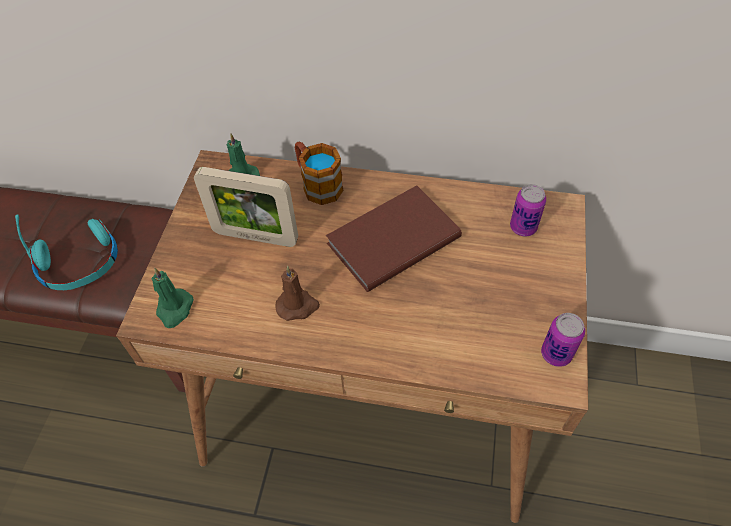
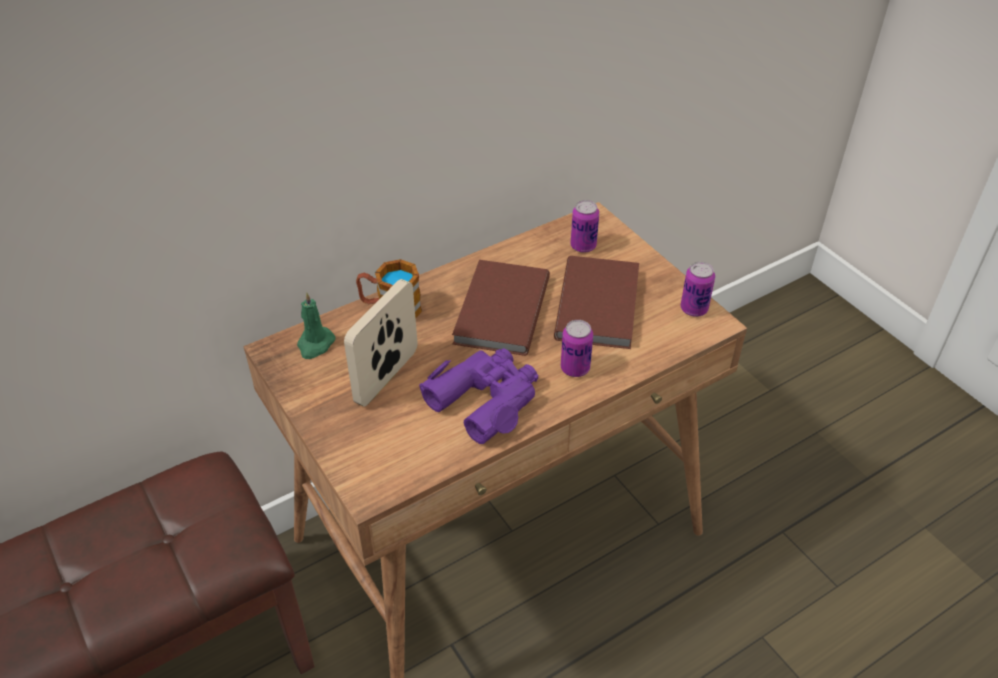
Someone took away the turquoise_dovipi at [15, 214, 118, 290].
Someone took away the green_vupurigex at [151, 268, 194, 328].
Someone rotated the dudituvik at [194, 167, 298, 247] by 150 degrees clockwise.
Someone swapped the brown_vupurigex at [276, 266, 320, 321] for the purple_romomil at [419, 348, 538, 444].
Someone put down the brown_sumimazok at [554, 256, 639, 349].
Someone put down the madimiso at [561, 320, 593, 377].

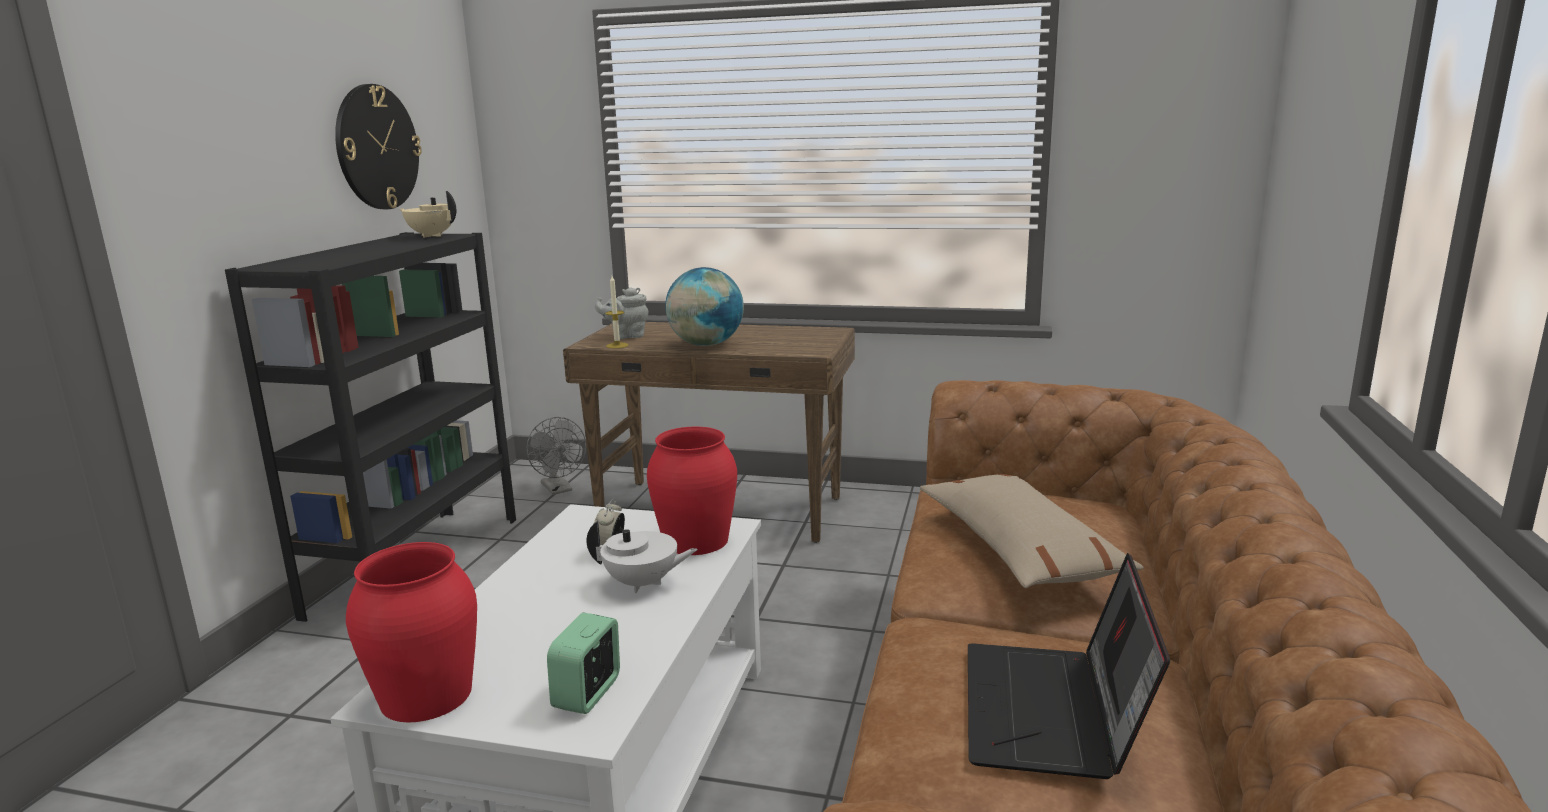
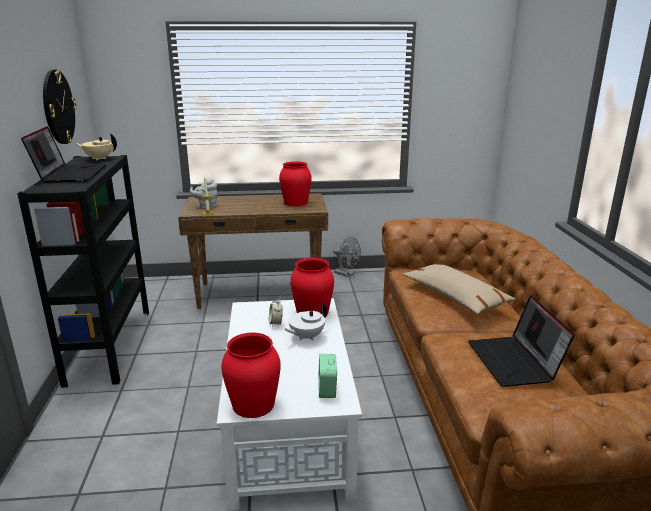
Someone carried the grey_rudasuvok from [526, 417, 586, 495] to [333, 237, 361, 277].
Someone rotated the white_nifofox at [586, 521, 698, 593] by 150 degrees clockwise.
Someone took away the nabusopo at [665, 267, 744, 346].
Someone put down the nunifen at [21, 126, 106, 183].
Someone put down the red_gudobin at [279, 161, 312, 206].

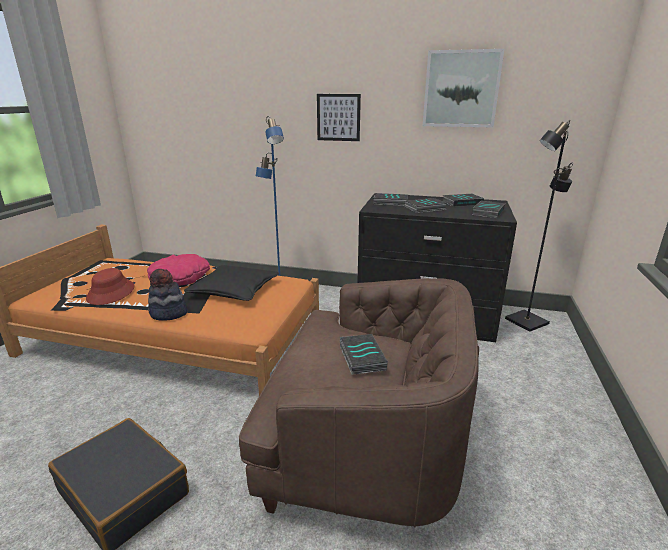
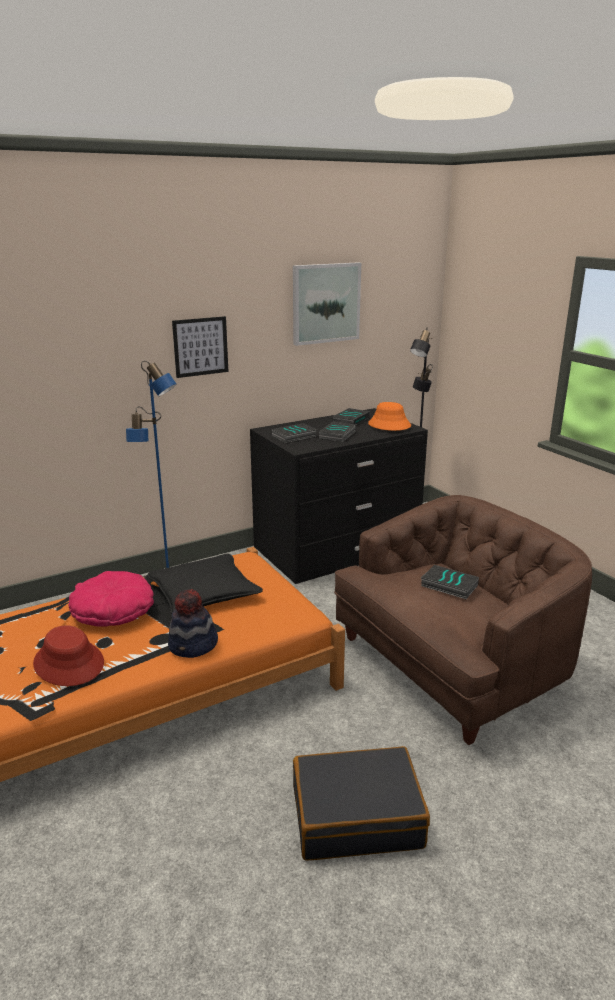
Someone swapped the sumimazok at [472, 201, 505, 218] for the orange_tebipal at [368, 402, 411, 431].

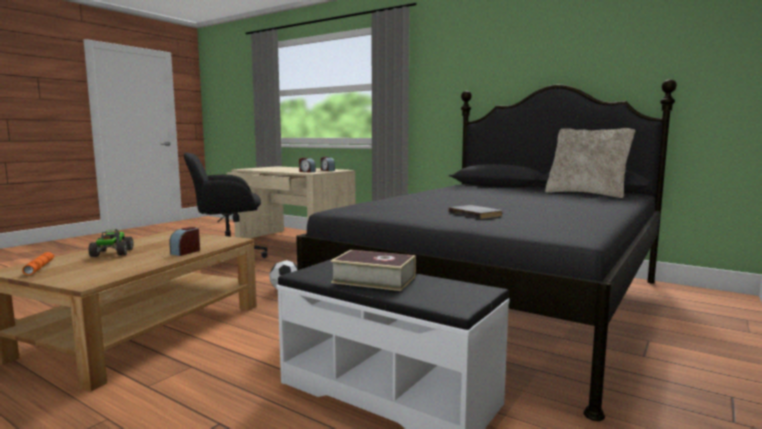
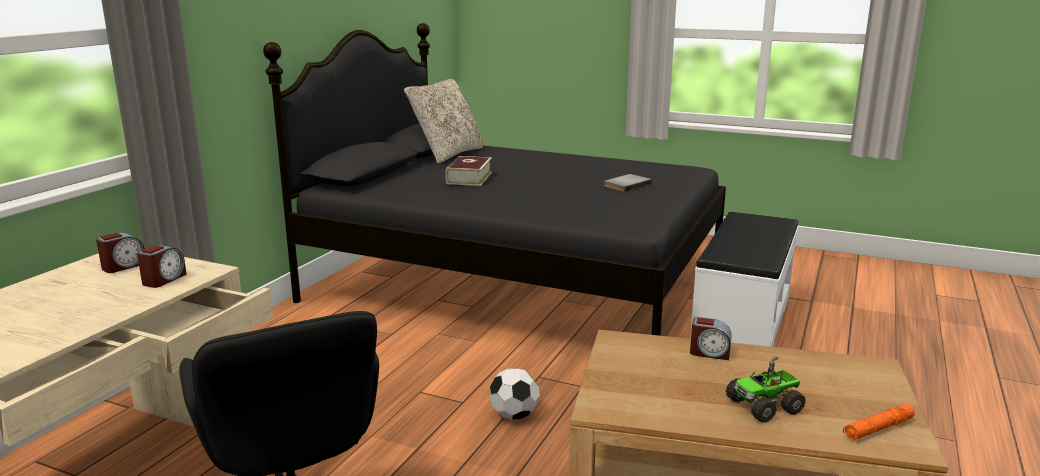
Someone carried the sumimazok from [331, 250, 416, 291] to [445, 156, 492, 186].

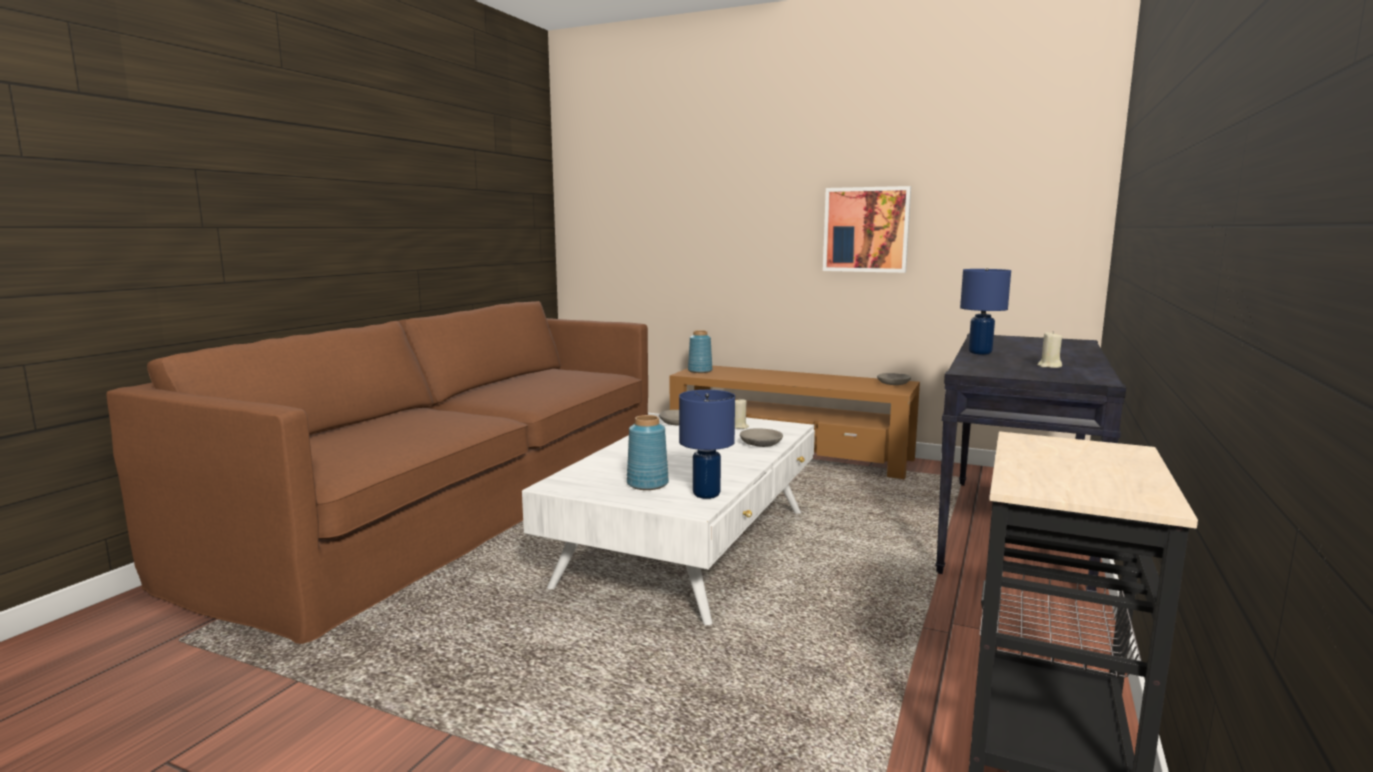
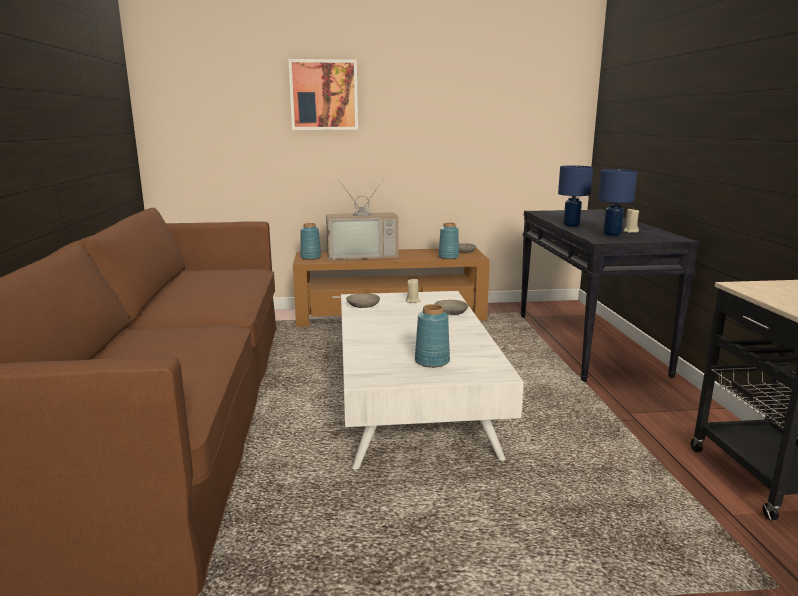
Someone carried the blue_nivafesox from [679, 390, 735, 499] to [598, 169, 638, 236].
Someone carried the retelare from [823, 186, 911, 273] to [288, 59, 358, 130].
Someone put down the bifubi at [326, 179, 398, 260].
Someone put down the blue_gudobin at [438, 223, 459, 259].

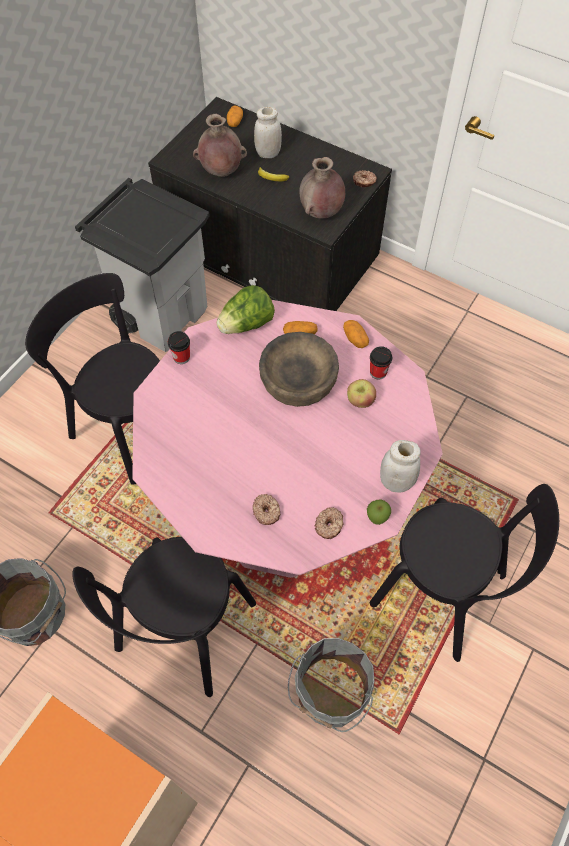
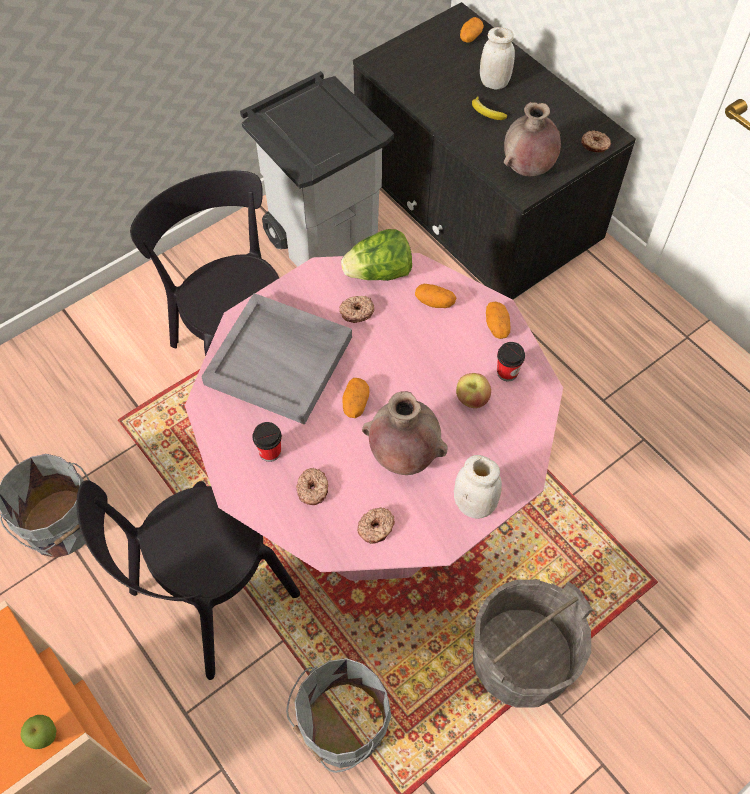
Someone carried the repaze from [168, 331, 190, 364] to [252, 422, 282, 462].
Someone carried the brown_gudobin from [193, 114, 247, 177] to [362, 391, 448, 475].
Someone took away the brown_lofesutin at [259, 332, 339, 407].
Someone carried the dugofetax from [367, 500, 391, 525] to [20, 715, 57, 749].
Someone swapped the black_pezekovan at [370, 484, 559, 662] for the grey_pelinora at [473, 580, 593, 707].
Someone put down the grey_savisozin at [201, 293, 352, 425].
Someone put down the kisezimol at [339, 296, 374, 323].
Someone put down the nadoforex at [342, 378, 369, 418].

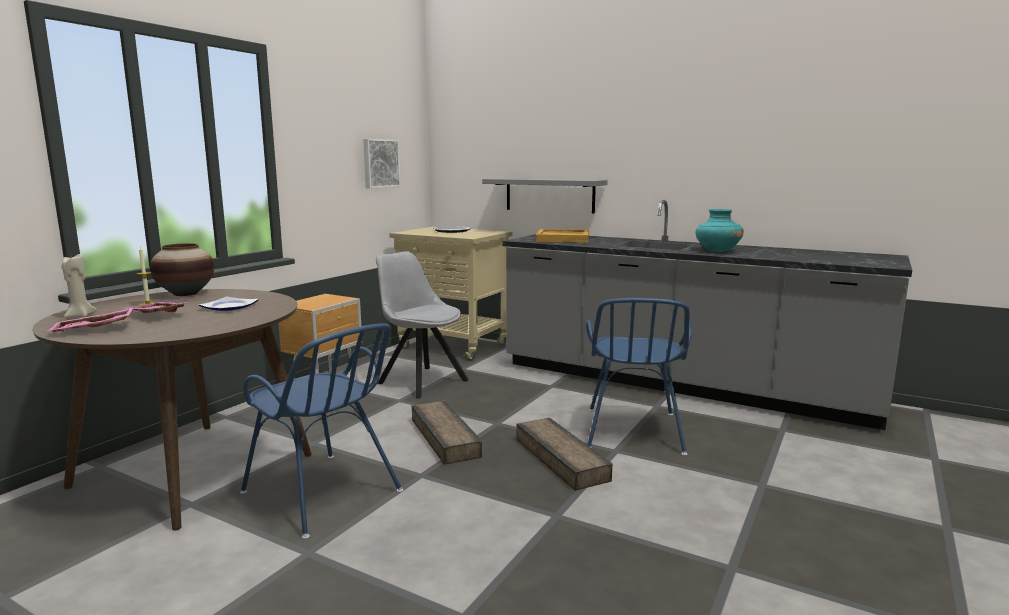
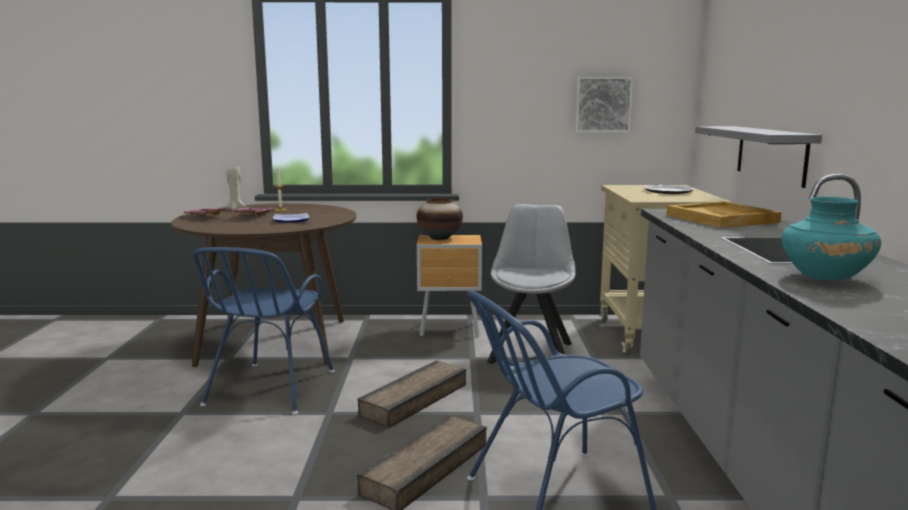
Someone carried the gudobin from [150, 243, 214, 296] to [416, 198, 463, 240].

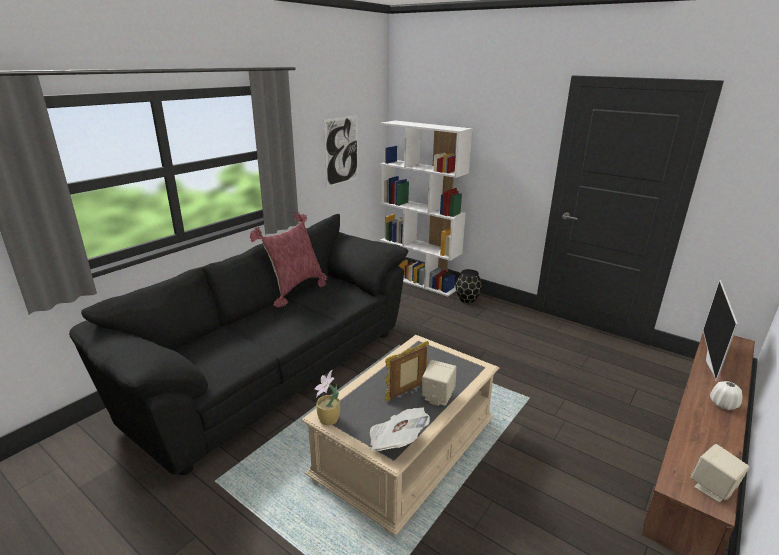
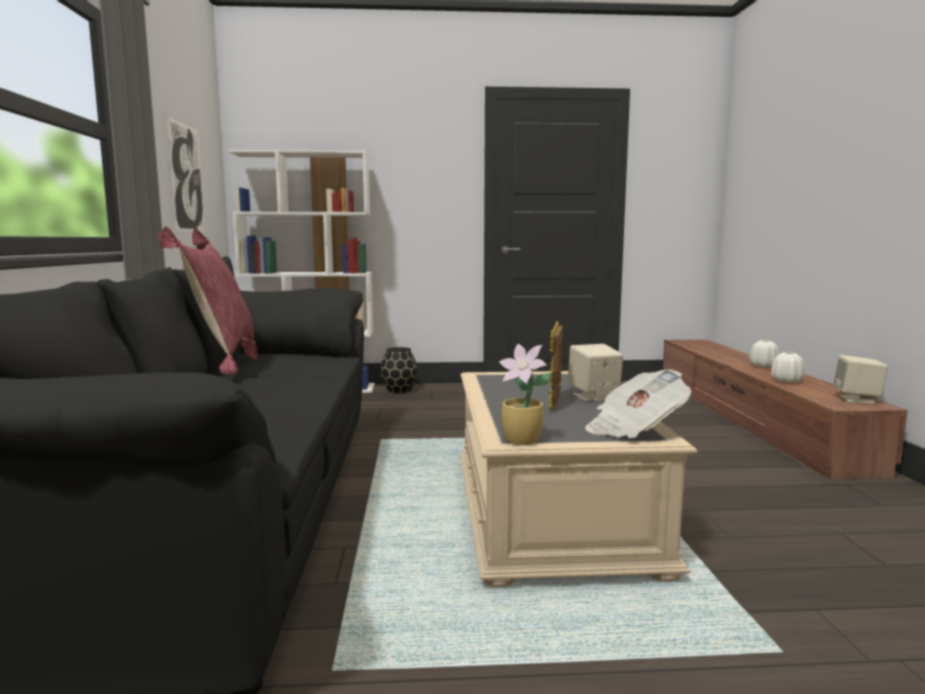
Someone took away the bifubi at [703, 280, 738, 382].
Someone put down the white_gudobin at [771, 352, 805, 383].

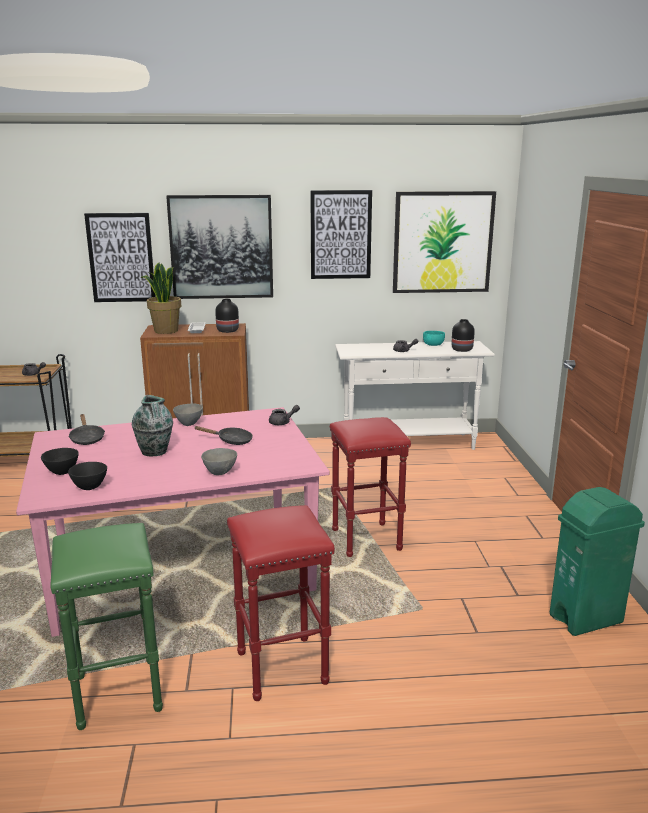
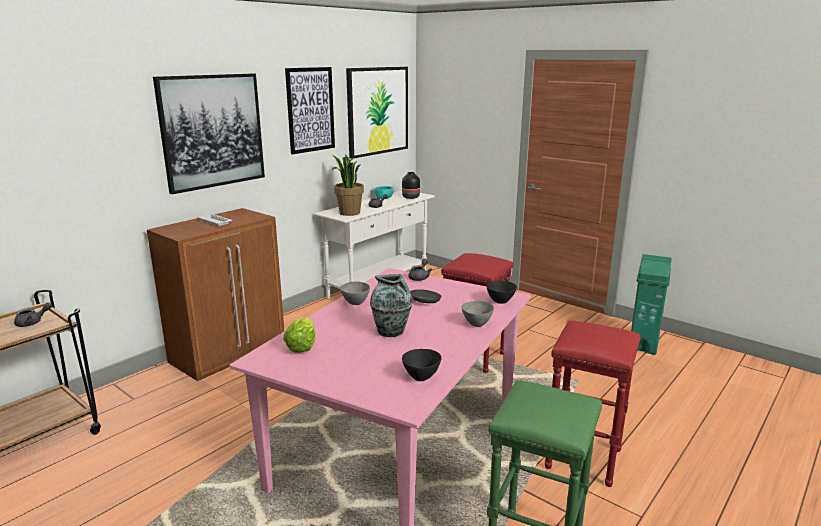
Someone carried the black_lofesutin from [41, 448, 79, 475] to [486, 281, 517, 304].
Someone swapped the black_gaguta at [68, 414, 105, 445] for the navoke at [283, 317, 316, 353].
Someone took away the retelare at [84, 213, 156, 302].
Someone carried the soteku from [141, 262, 181, 334] to [332, 154, 364, 216].
Someone took away the black_gudobin at [215, 299, 239, 333].

